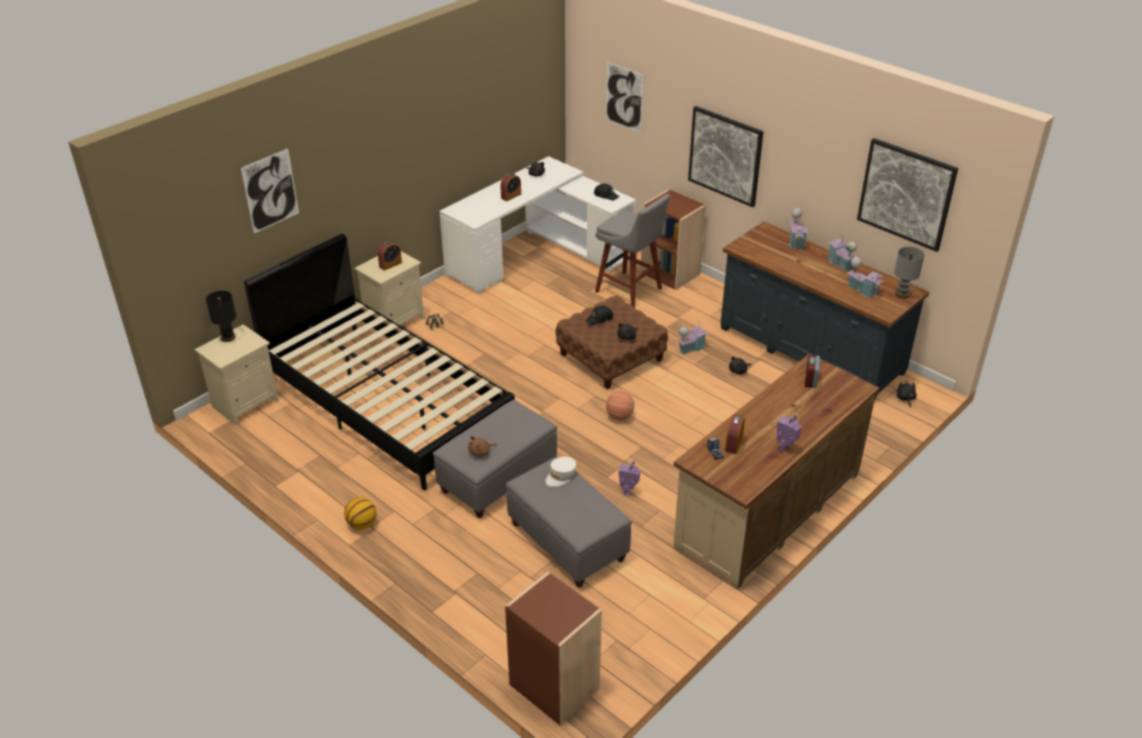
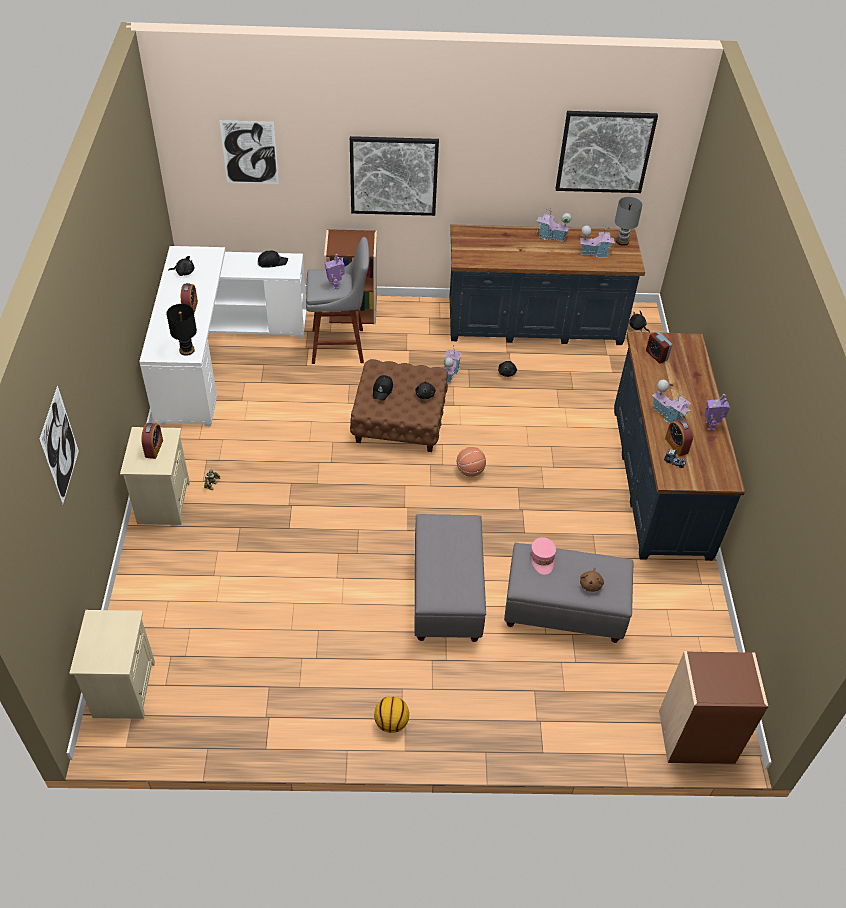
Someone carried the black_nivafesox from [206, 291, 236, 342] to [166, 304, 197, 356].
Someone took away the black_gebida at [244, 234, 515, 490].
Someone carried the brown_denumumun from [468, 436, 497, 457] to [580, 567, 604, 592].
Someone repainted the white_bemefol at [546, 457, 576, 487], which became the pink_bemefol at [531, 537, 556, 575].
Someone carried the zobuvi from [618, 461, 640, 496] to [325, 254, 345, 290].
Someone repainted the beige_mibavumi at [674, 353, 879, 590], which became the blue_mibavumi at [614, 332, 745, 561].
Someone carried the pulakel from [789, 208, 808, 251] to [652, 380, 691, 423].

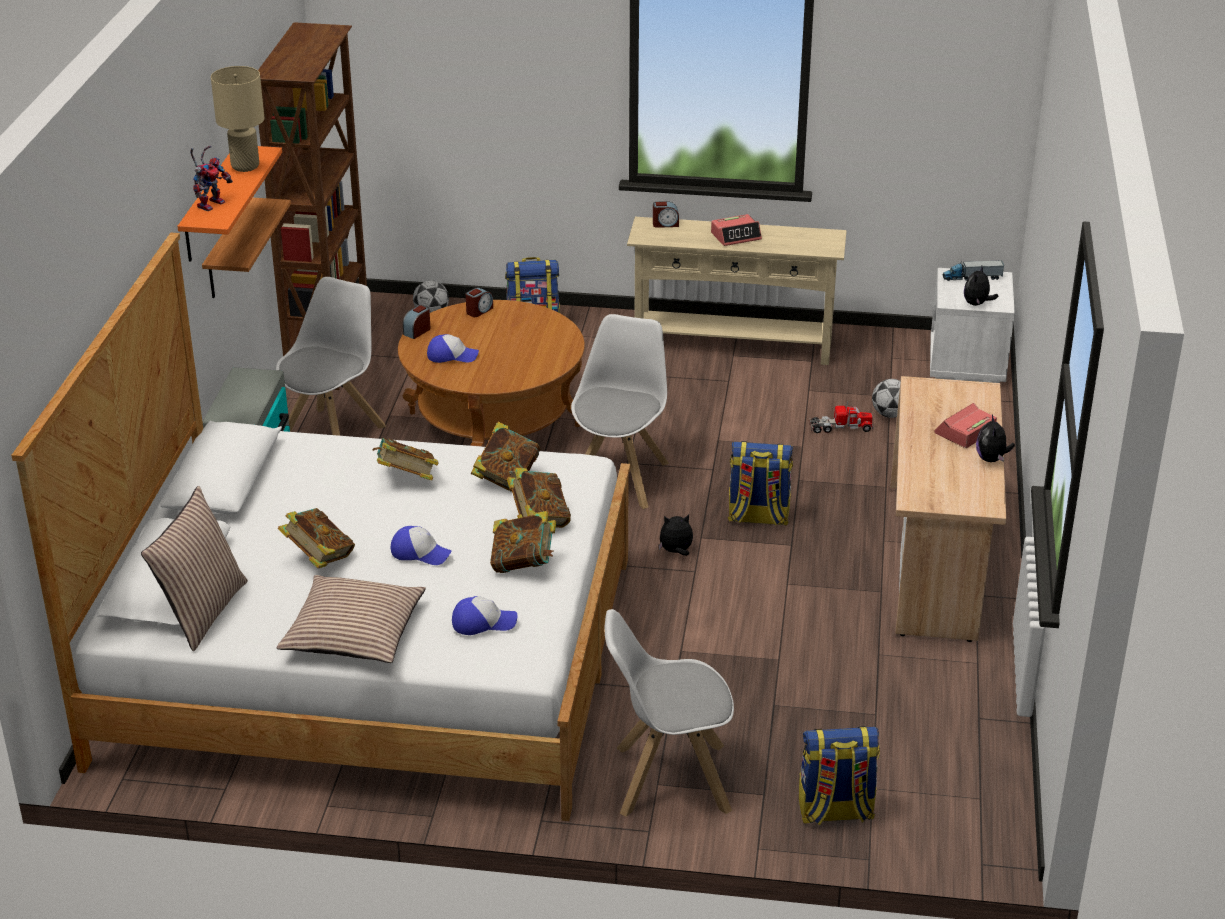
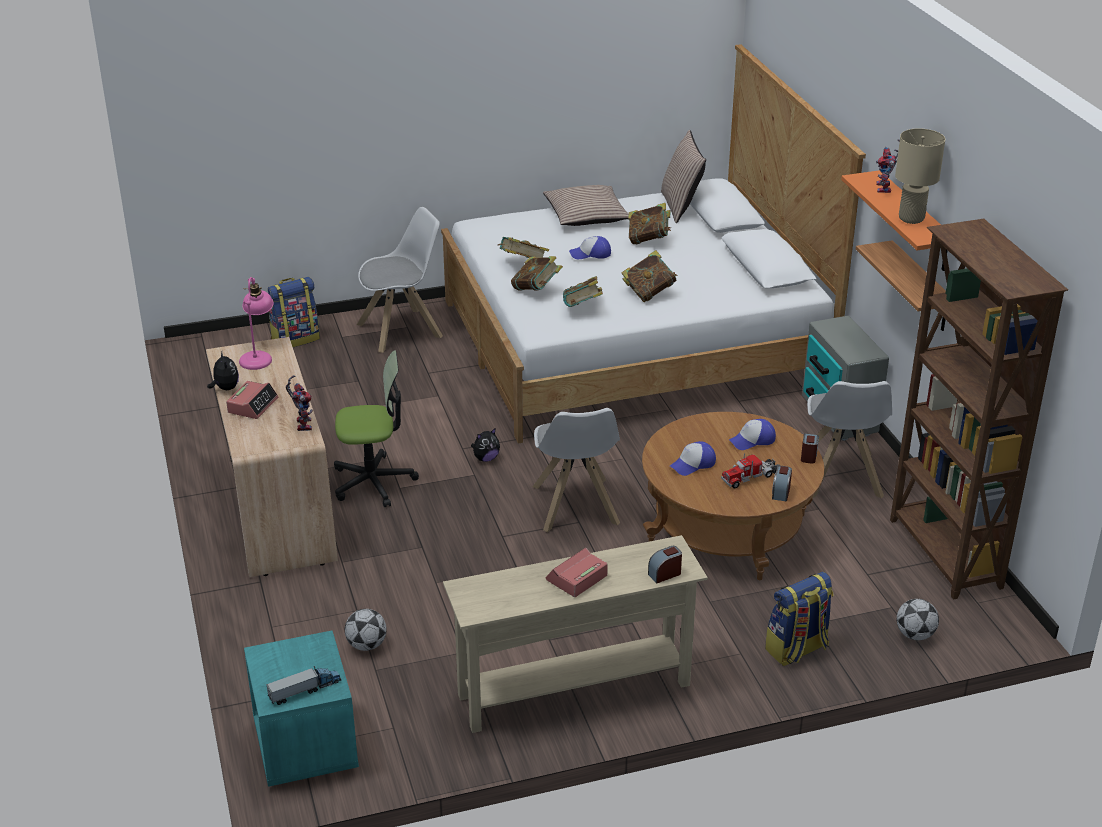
Someone carried the bemefol from [452, 596, 517, 635] to [670, 441, 716, 476].
Someone took away the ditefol at [728, 441, 793, 526].
Someone carried the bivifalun from [810, 401, 873, 433] to [721, 453, 780, 488].
Someone repainted the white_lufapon at [930, 268, 1015, 383], which became the turquoise_lufapon at [244, 631, 359, 787].
Someone took away the denumumun at [964, 266, 999, 306].
Someone put down the pink_nivafesox at [239, 277, 274, 370].
Someone put down the zobuvi at [286, 375, 313, 431].
Someone put down the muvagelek at [334, 350, 419, 507].

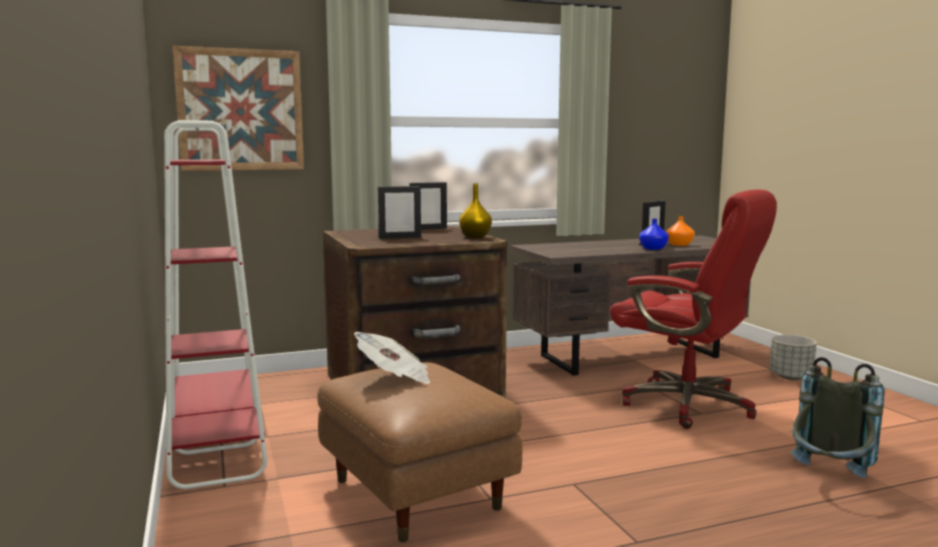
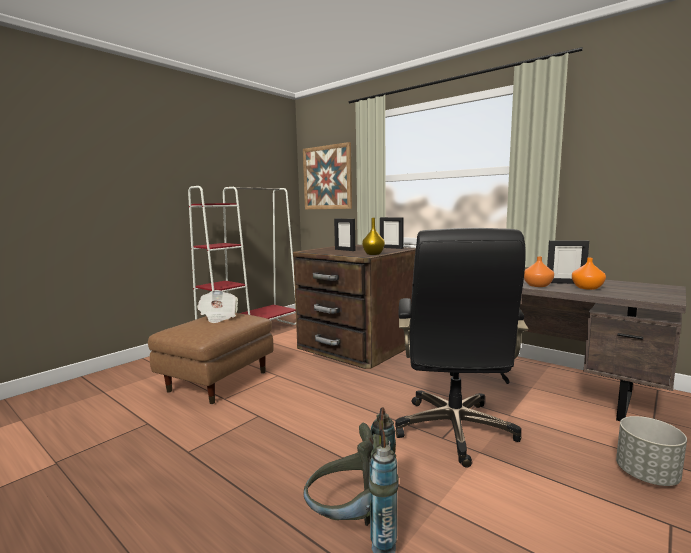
Someone repainted the red_muvagelek at [610, 189, 777, 429], which became the black_muvagelek at [395, 228, 528, 468].
Someone repainted the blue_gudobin at [639, 219, 669, 250], which became the orange_gudobin at [524, 256, 554, 287].

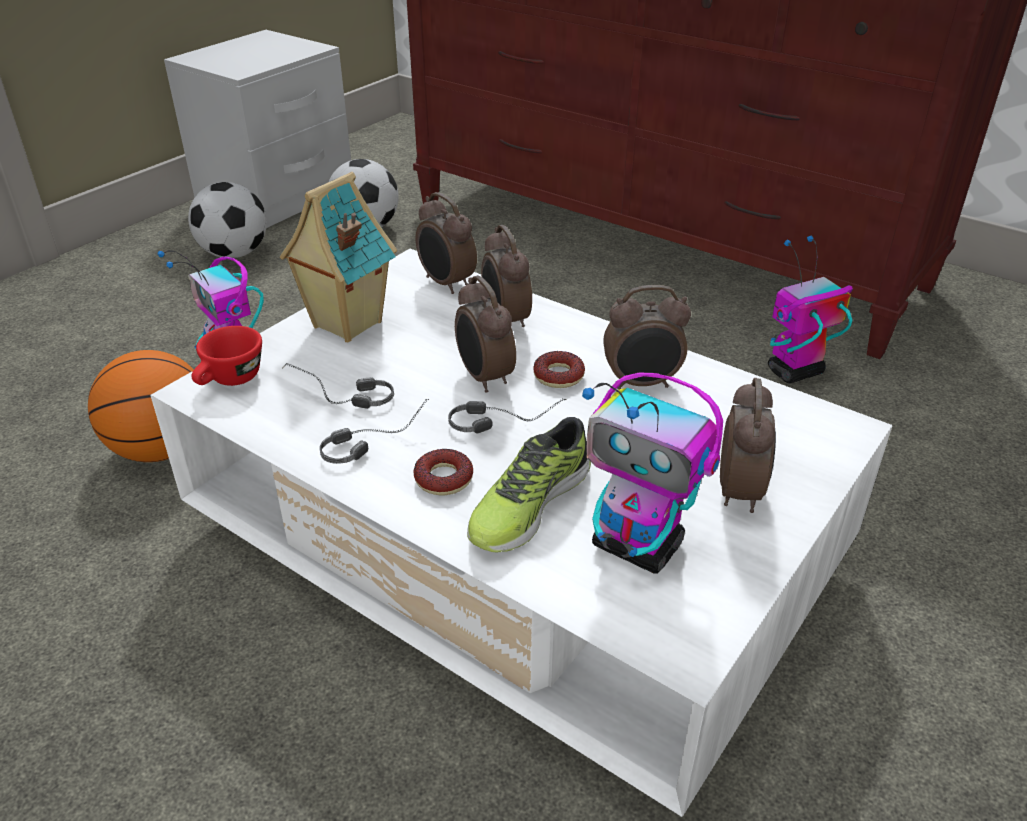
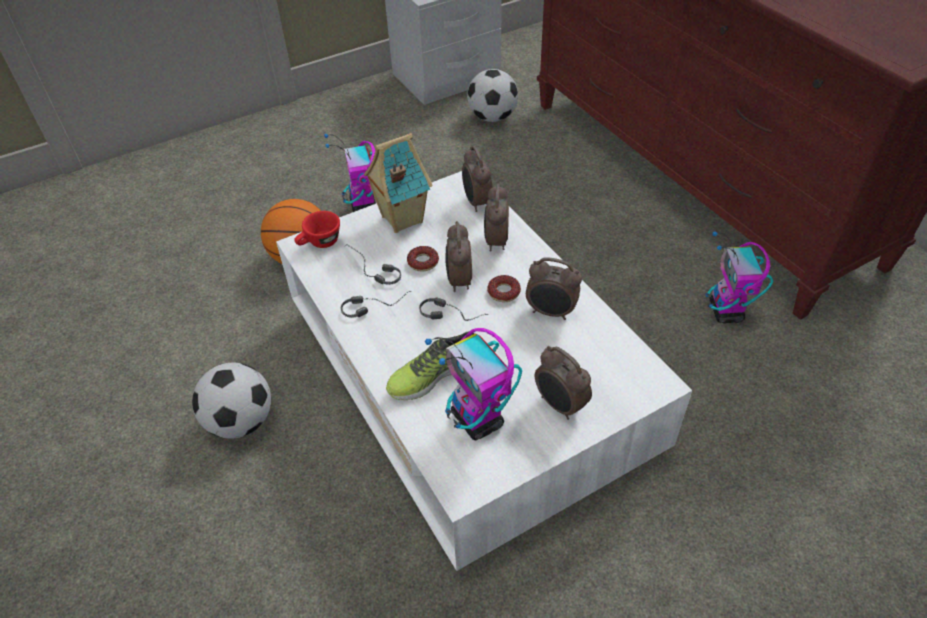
Someone carried the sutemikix from [188, 182, 267, 258] to [192, 363, 271, 439].
Someone carried the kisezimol from [413, 449, 473, 495] to [407, 246, 439, 272].
Someone rotated the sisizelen at [720, 378, 776, 513] by 105 degrees clockwise.
Someone rotated the zobuvi at [768, 235, 853, 383] by 90 degrees counterclockwise.

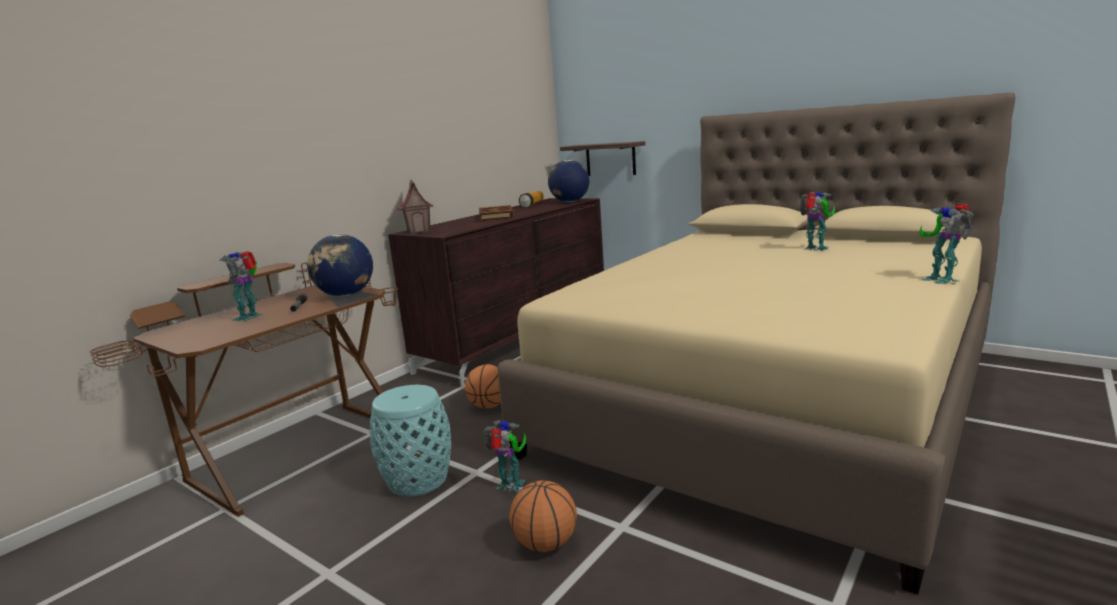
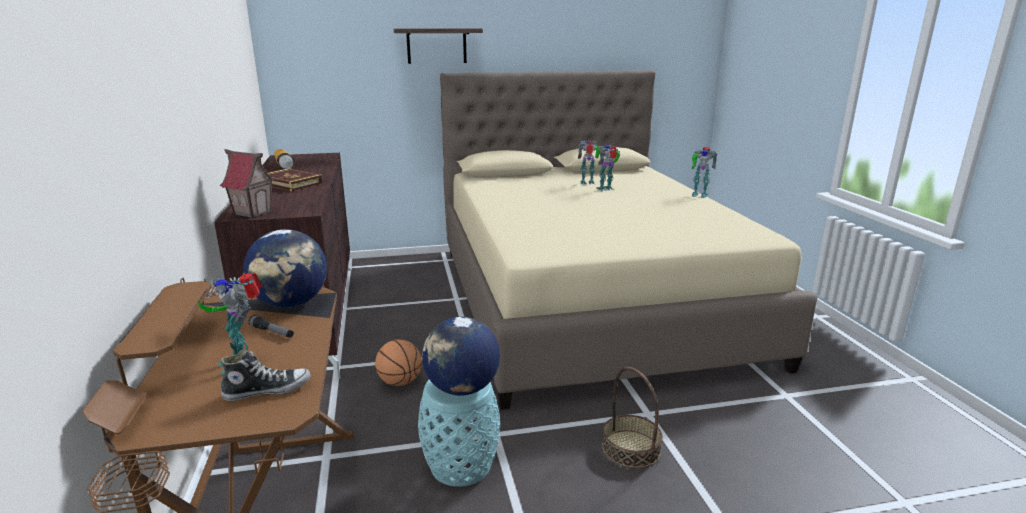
Someone carried the zobuvi from [483, 420, 526, 493] to [596, 145, 620, 191].
Someone swapped the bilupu at [509, 481, 577, 552] for the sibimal at [602, 367, 663, 469].
Someone carried the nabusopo from [548, 160, 589, 202] to [422, 317, 500, 396].
Someone carried the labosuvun from [560, 141, 645, 176] to [393, 29, 483, 64].
Someone put down the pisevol at [221, 349, 311, 401].

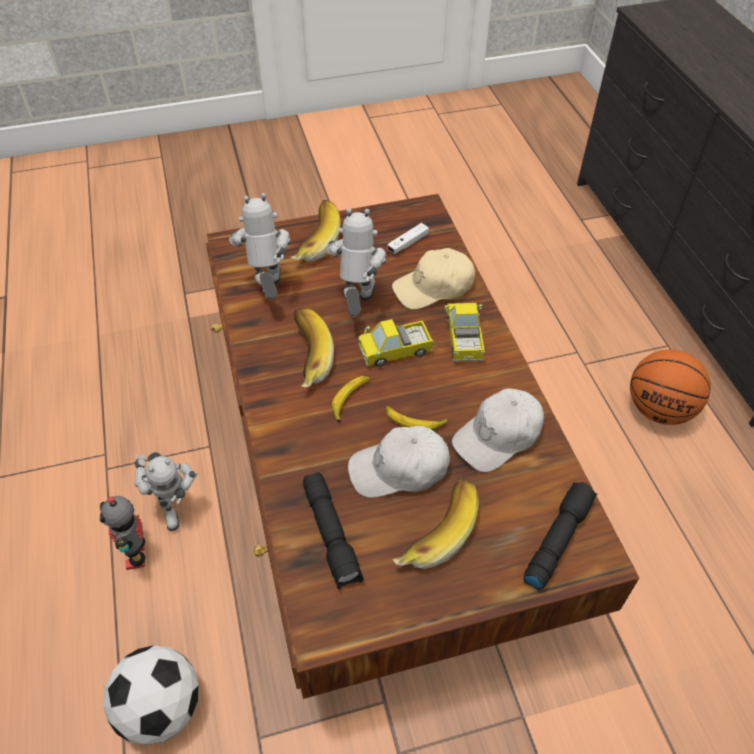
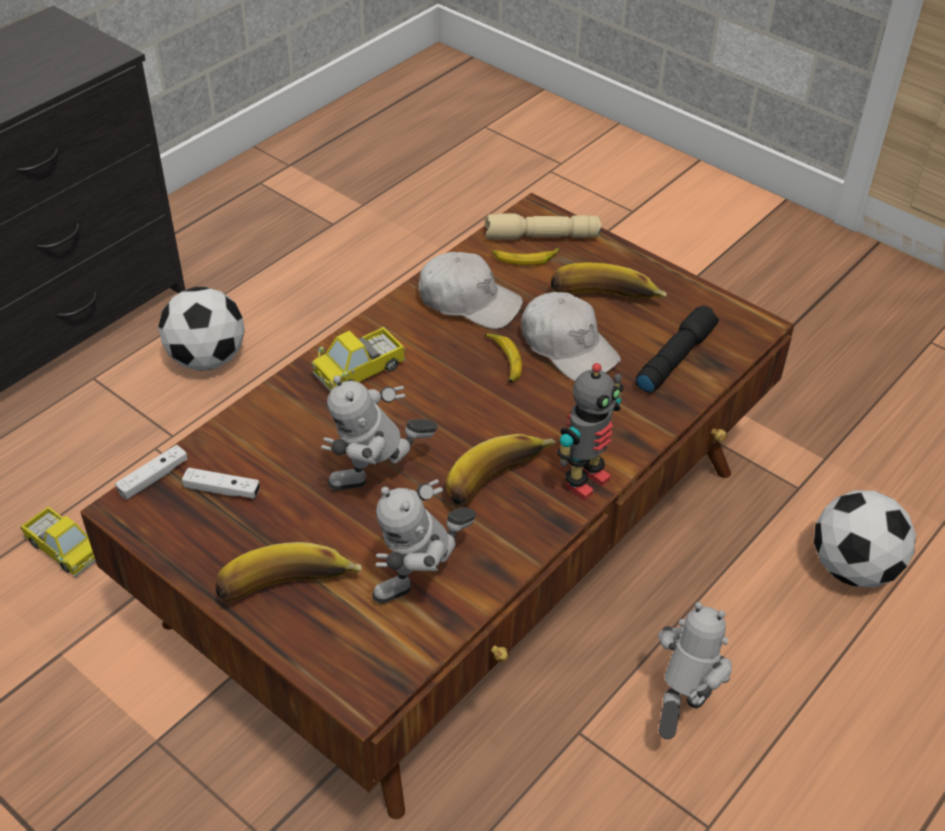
Someone carried the zobuvi from [99, 496, 145, 570] to [557, 363, 623, 500].
Someone carried the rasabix from [332, 376, 371, 422] to [492, 247, 560, 265].
Someone carried the bivifalun from [358, 319, 433, 367] to [20, 506, 96, 577].
Someone took away the beige_bemefol at [392, 248, 475, 309].
Someone repainted the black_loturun at [524, 482, 597, 590], which became the beige_loturun at [485, 214, 601, 240].
Someone swapped the bilupu at [630, 349, 711, 425] for the sutemikix at [158, 287, 245, 371].
Someone put down the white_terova at [115, 445, 188, 500].

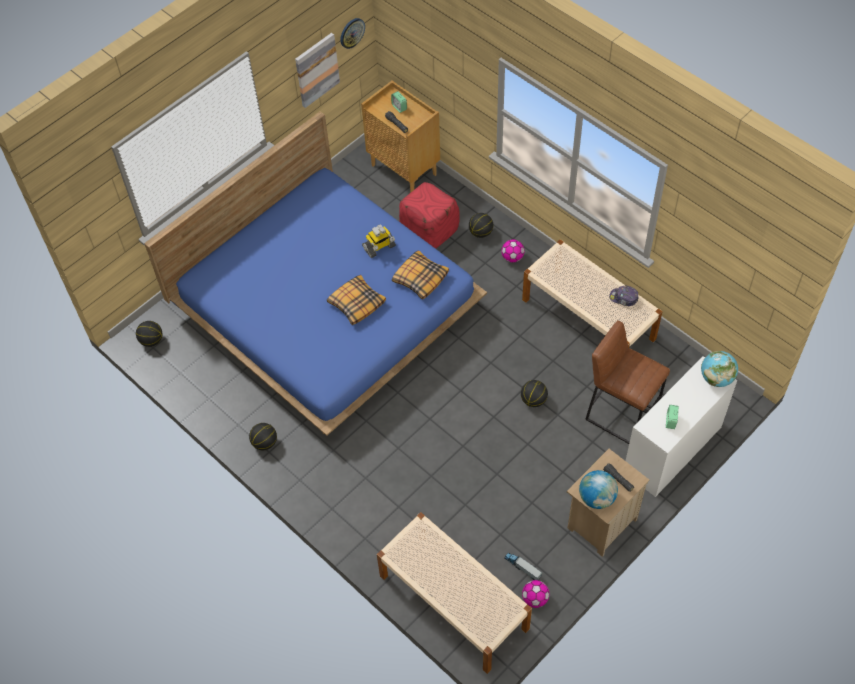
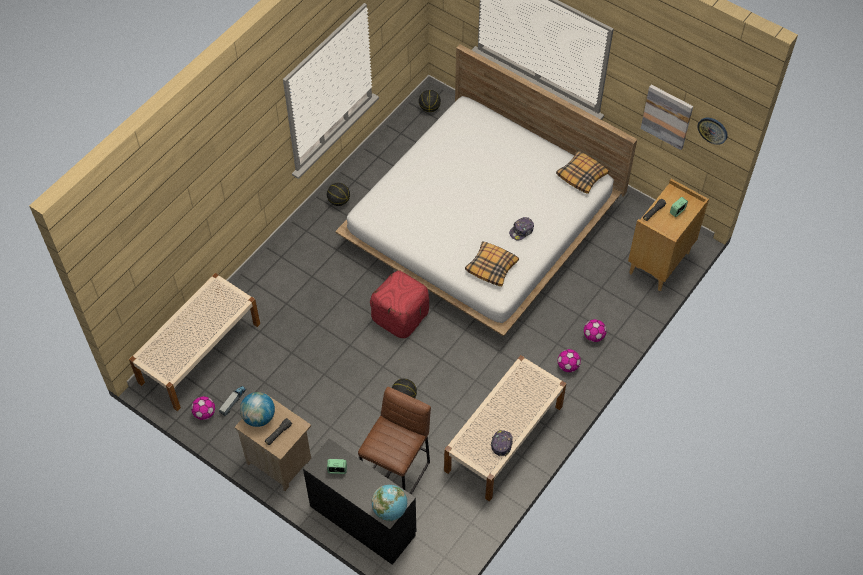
Someone repainted the blue_gebida at [144, 112, 487, 436], which became the white_gebida at [335, 44, 637, 336].
Someone carried the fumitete from [327, 275, 386, 325] to [556, 151, 609, 194].
Someone swapped the zobuvi at [362, 224, 396, 258] for the bemefol at [509, 217, 534, 240].
Someone carried the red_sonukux from [399, 182, 460, 249] to [370, 270, 429, 338].
Someone swapped the bilupu at [469, 213, 493, 238] for the sutemikix at [584, 319, 607, 342].
Someone repainted the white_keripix at [626, 356, 737, 497], which became the black_keripix at [303, 439, 416, 565].

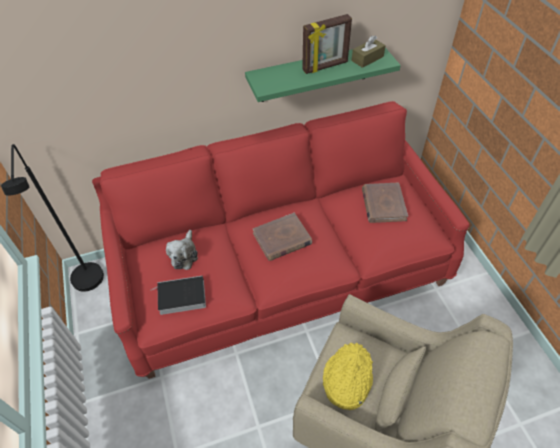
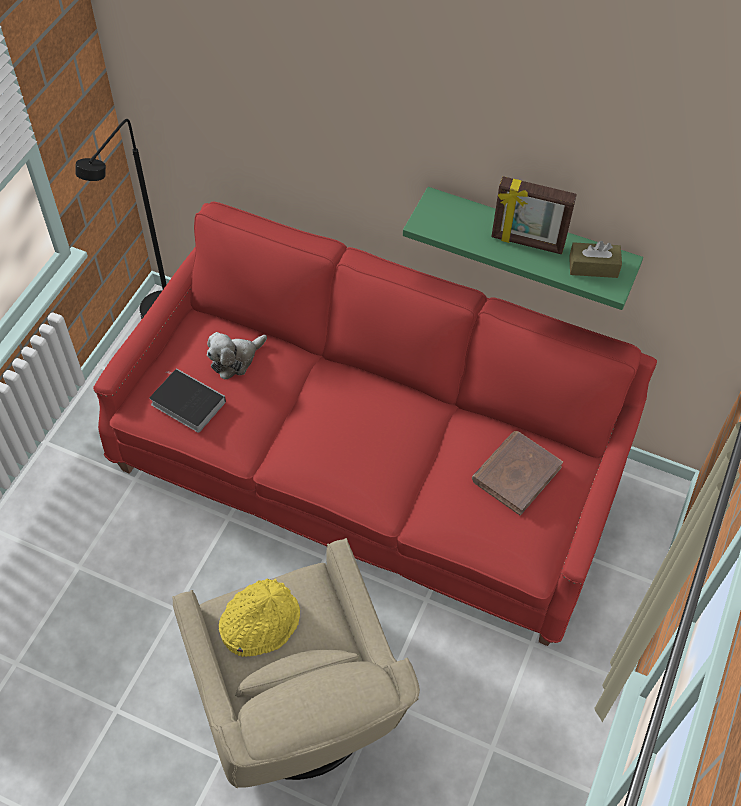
Someone took away the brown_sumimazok at [253, 213, 312, 261].

